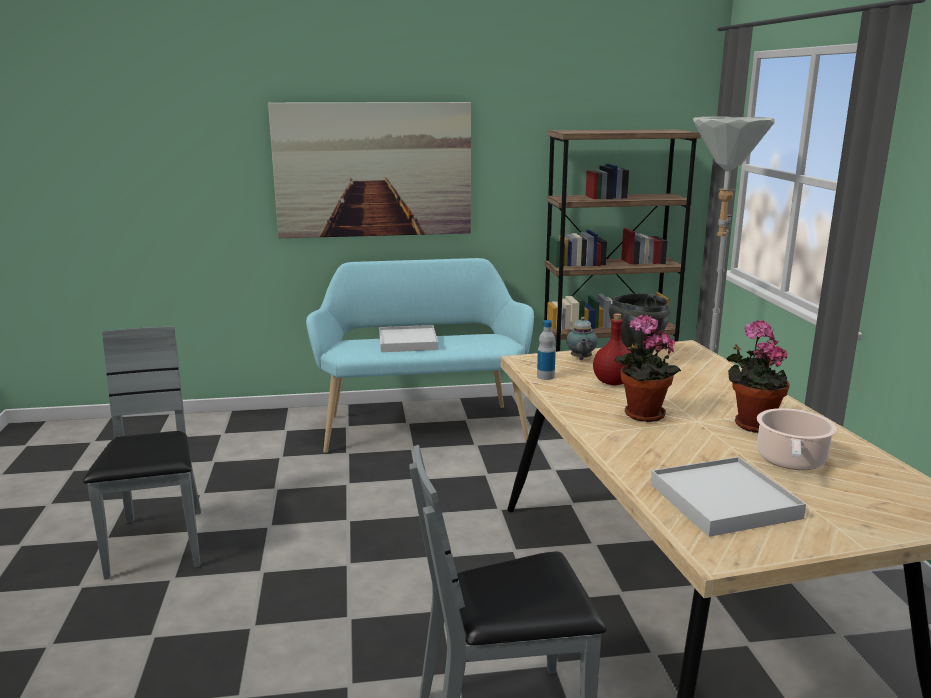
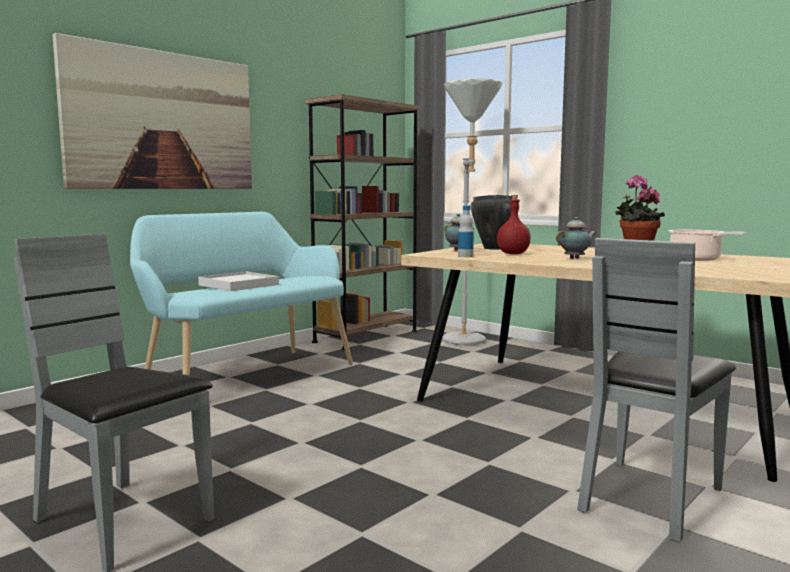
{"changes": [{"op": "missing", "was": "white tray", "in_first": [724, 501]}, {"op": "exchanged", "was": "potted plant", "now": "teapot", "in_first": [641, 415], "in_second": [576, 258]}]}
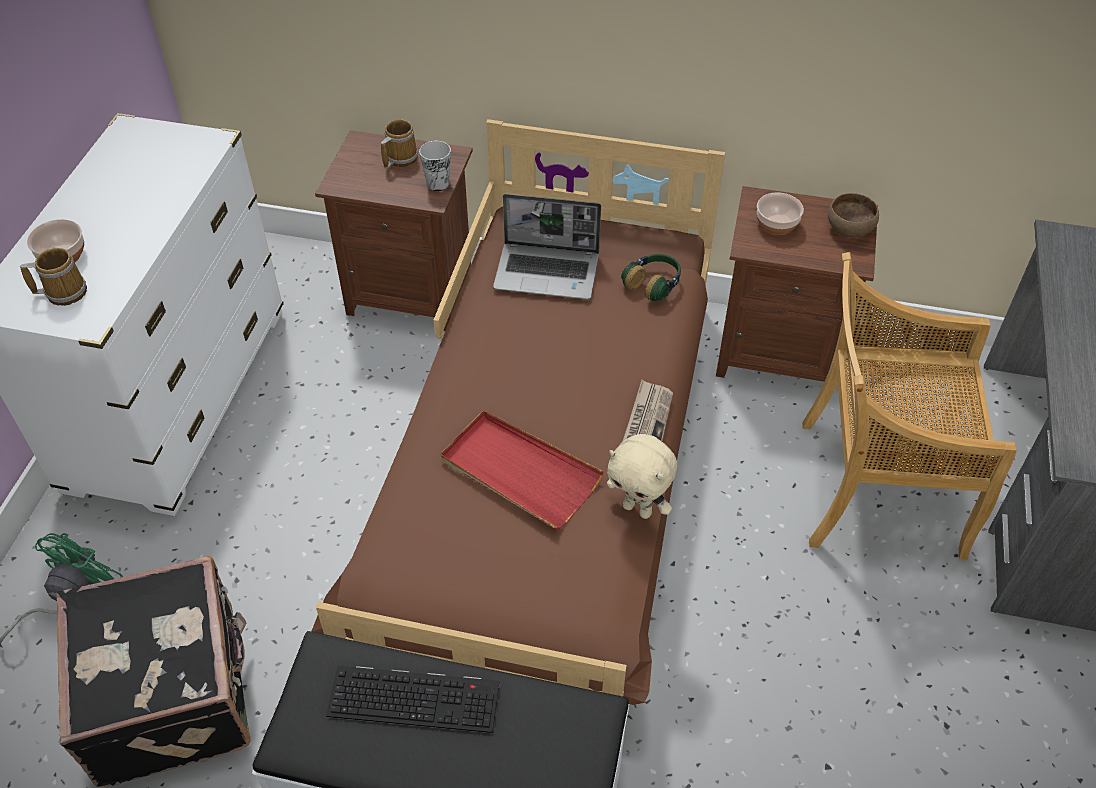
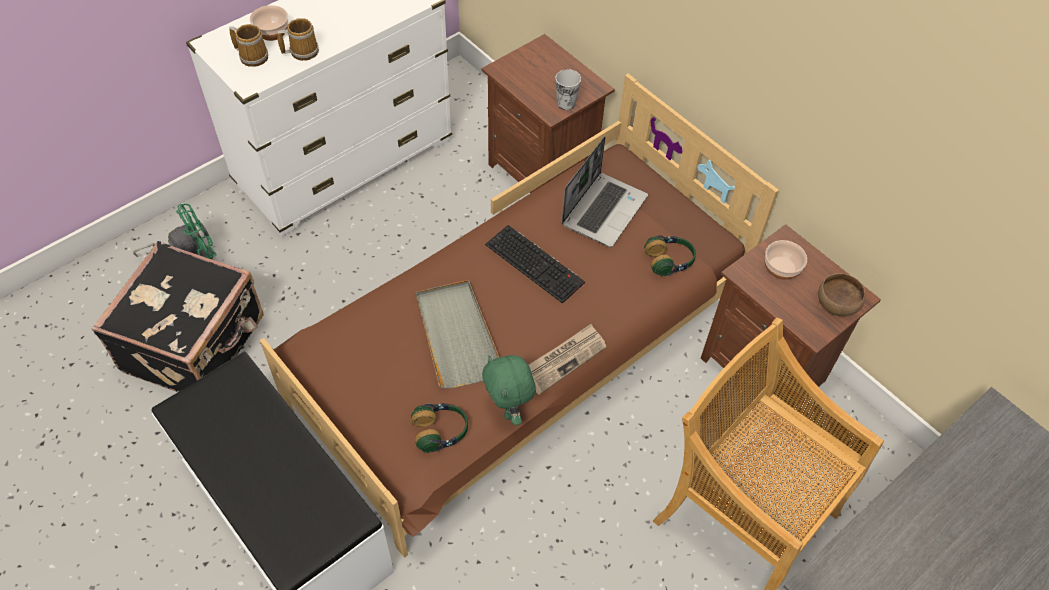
{"changes": [{"op": "appeared", "now": "headphones", "in_second": [441, 432]}, {"op": "relocated", "was": "keyboard", "in_first": [416, 697], "in_second": [536, 263]}, {"op": "relocated", "was": "mug", "in_first": [399, 158], "in_second": [302, 51]}, {"op": "colour", "was": "red tray", "now": "grey tray", "in_first": [519, 472], "in_second": [456, 335]}, {"op": "colour", "was": "beige plush toy", "now": "green plush toy", "in_first": [638, 509], "in_second": [508, 410]}, {"op": "spun", "was": "laptop", "in_first": [548, 272], "in_second": [604, 209], "clockwise": -105}]}
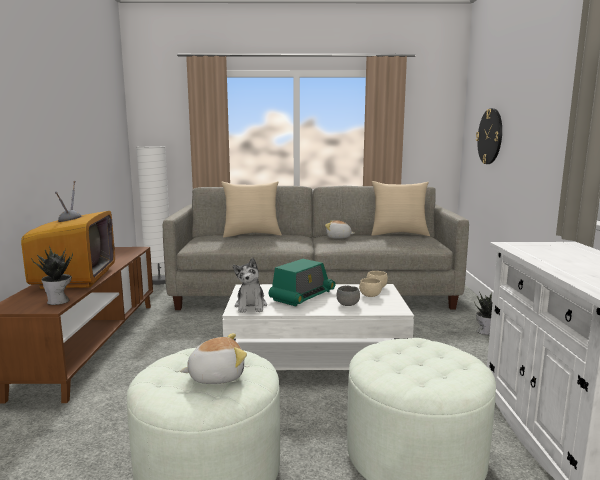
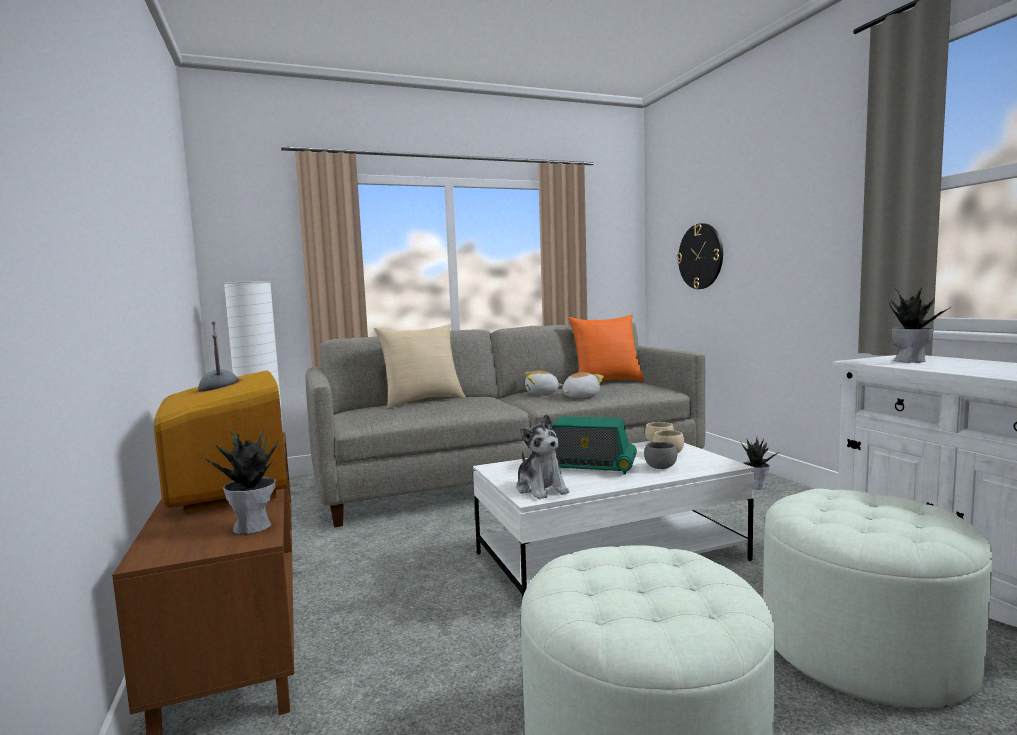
{"changes": [{"op": "appeared", "now": "potted plant", "in_second": [911, 361]}, {"op": "relocated", "was": "plush toy", "in_first": [216, 376], "in_second": [580, 396]}, {"op": "colour", "was": "beige pillow", "now": "orange pillow", "in_first": [399, 234], "in_second": [606, 382]}, {"op": "spun", "was": "radio", "in_first": [302, 296], "in_second": [587, 466], "clockwise": 90}]}
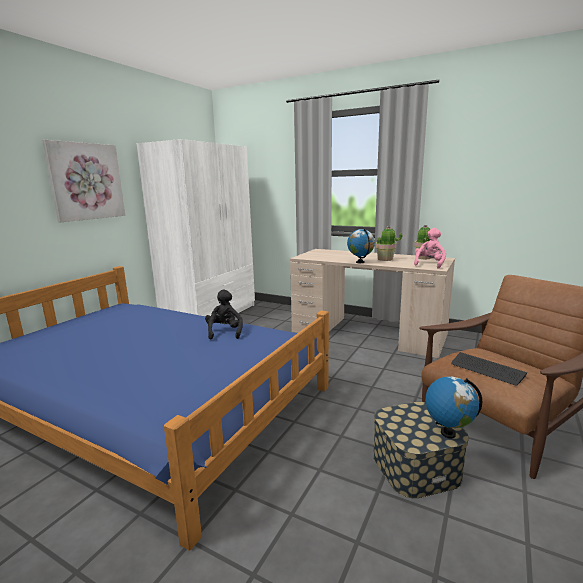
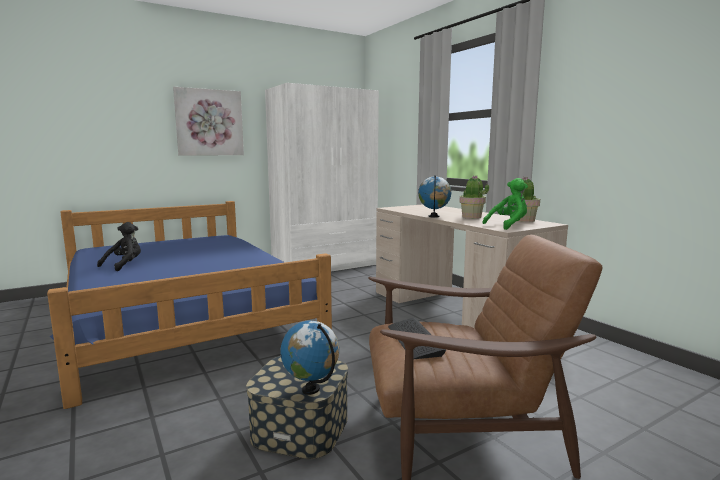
{"changes": [{"op": "relocated", "was": "black plush toy", "in_first": [224, 332], "in_second": [124, 265]}, {"op": "colour", "was": "pink plush toy", "now": "green plush toy", "in_first": [429, 264], "in_second": [508, 225]}]}
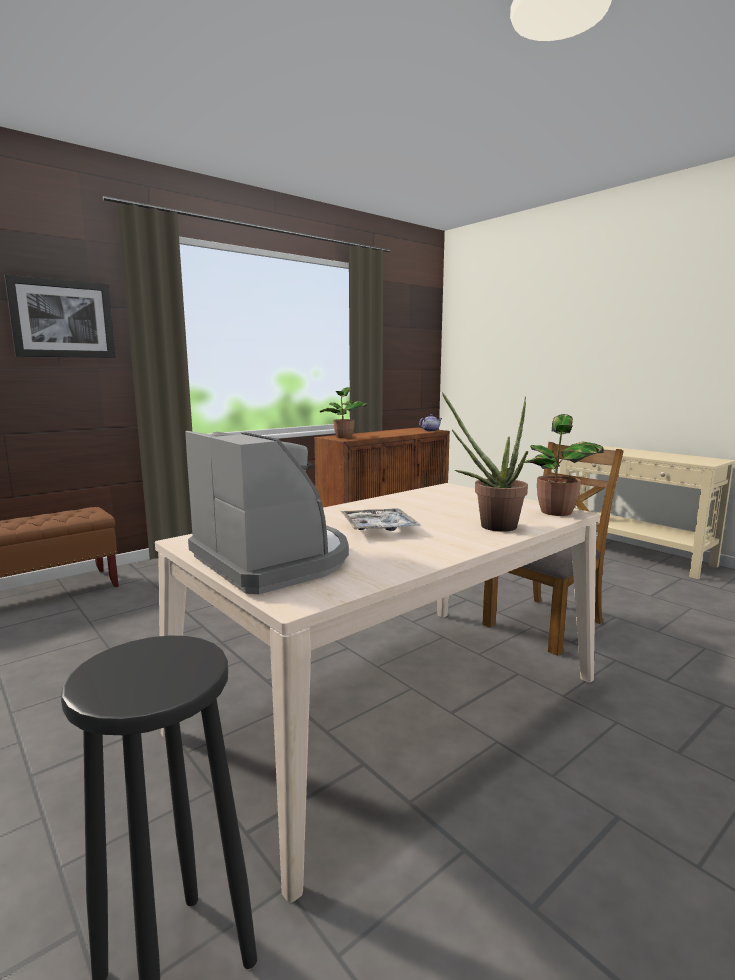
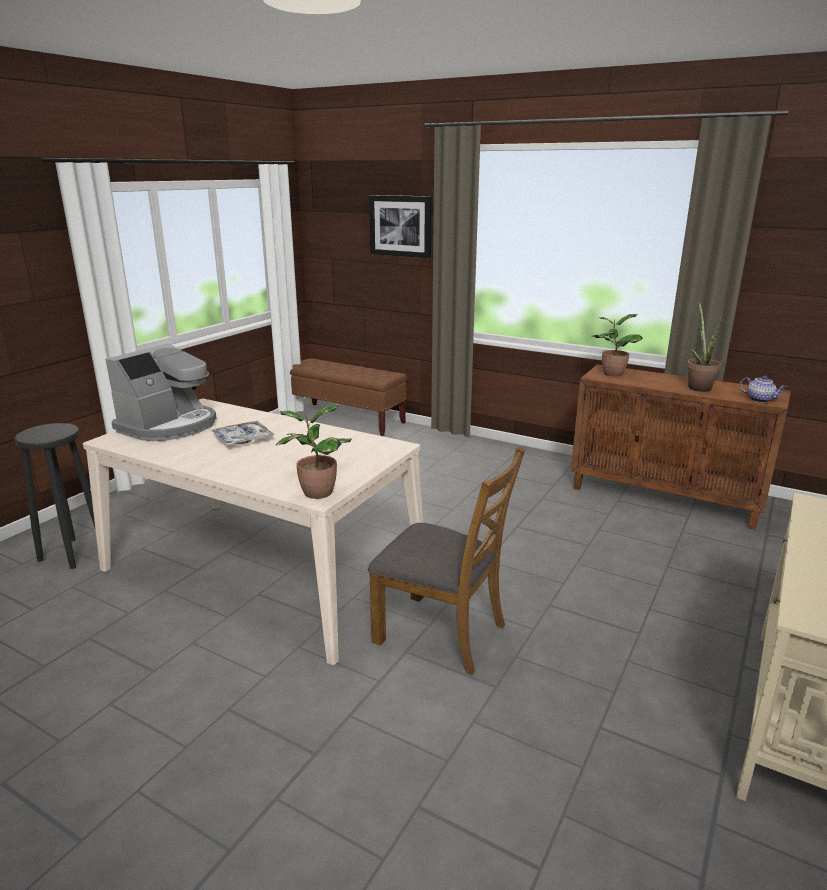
{"changes": [{"op": "relocated", "was": "potted plant", "in_first": [490, 525], "in_second": [697, 386]}]}
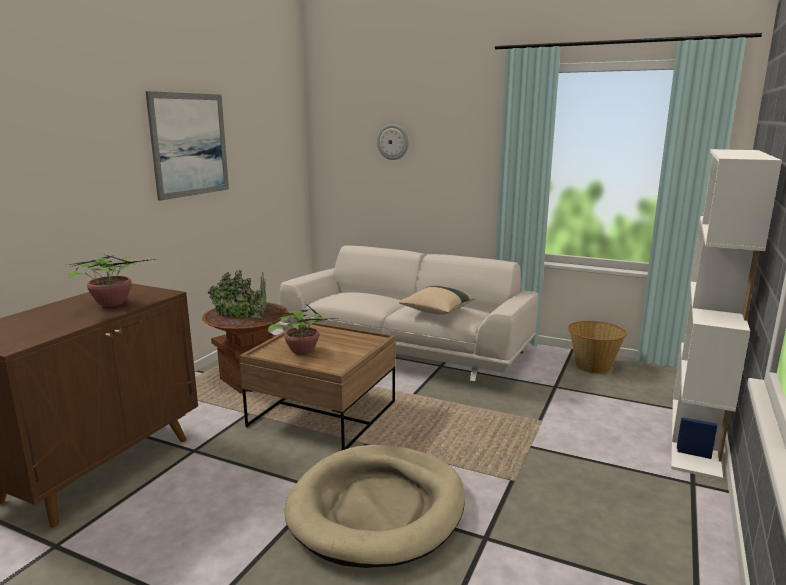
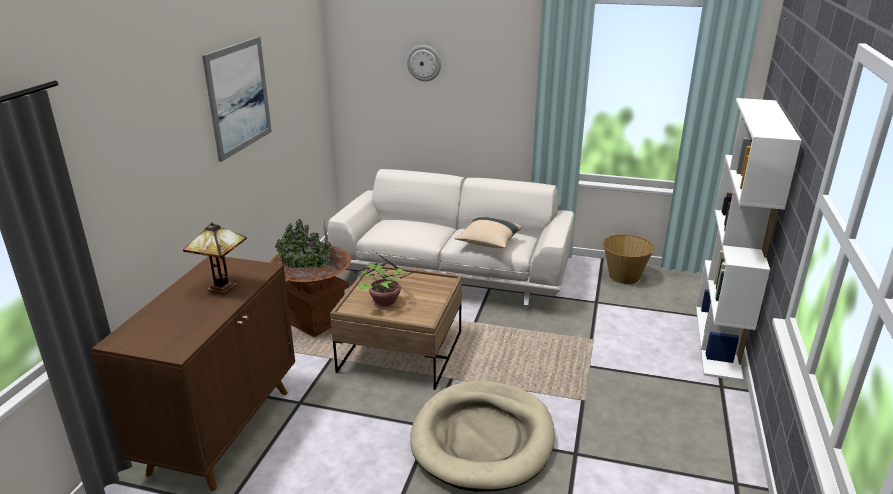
{"changes": [{"op": "exchanged", "was": "potted plant", "now": "table lamp", "in_first": [112, 303], "in_second": [224, 287]}]}
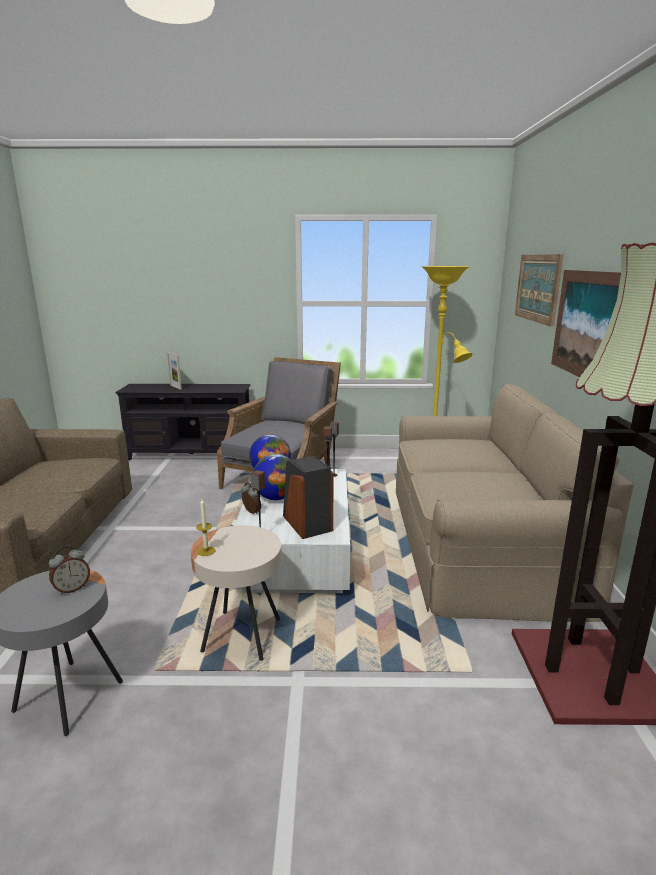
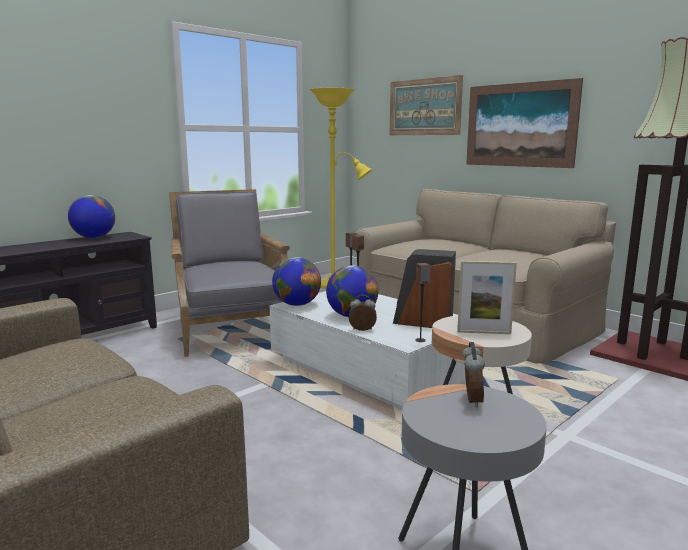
{"changes": [{"op": "missing", "was": "candle", "in_first": [206, 551]}, {"op": "appeared", "now": "globe", "in_second": [94, 237]}, {"op": "relocated", "was": "picture frame", "in_first": [176, 387], "in_second": [484, 332]}]}
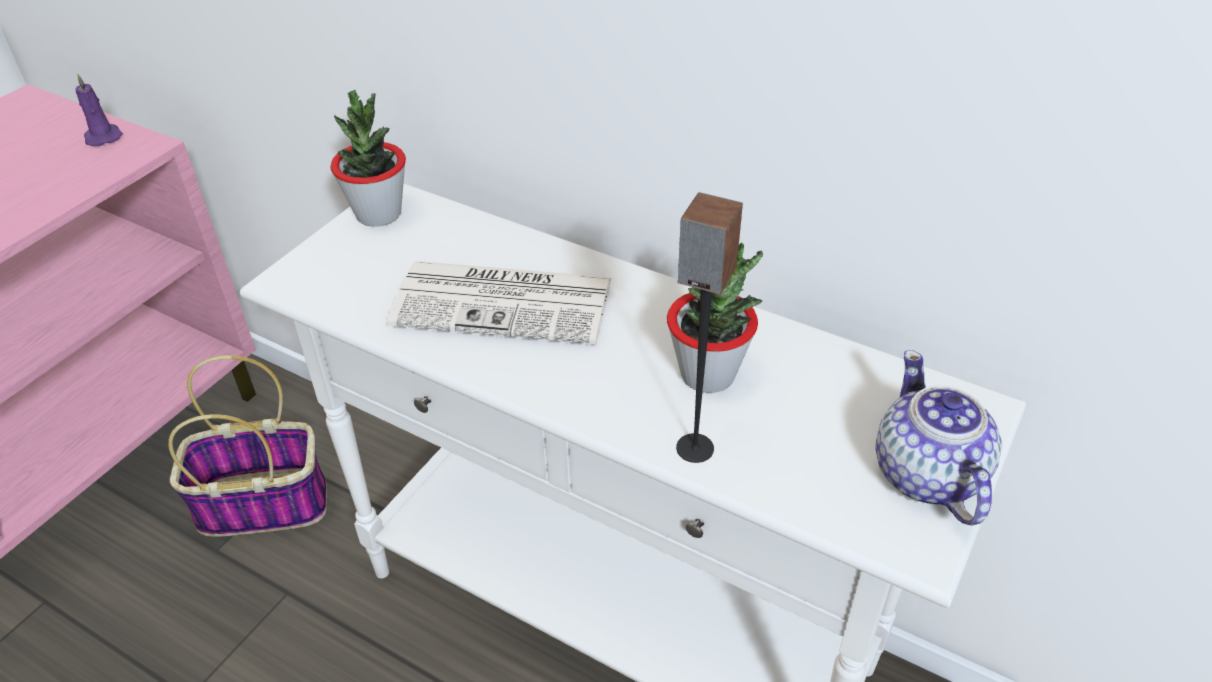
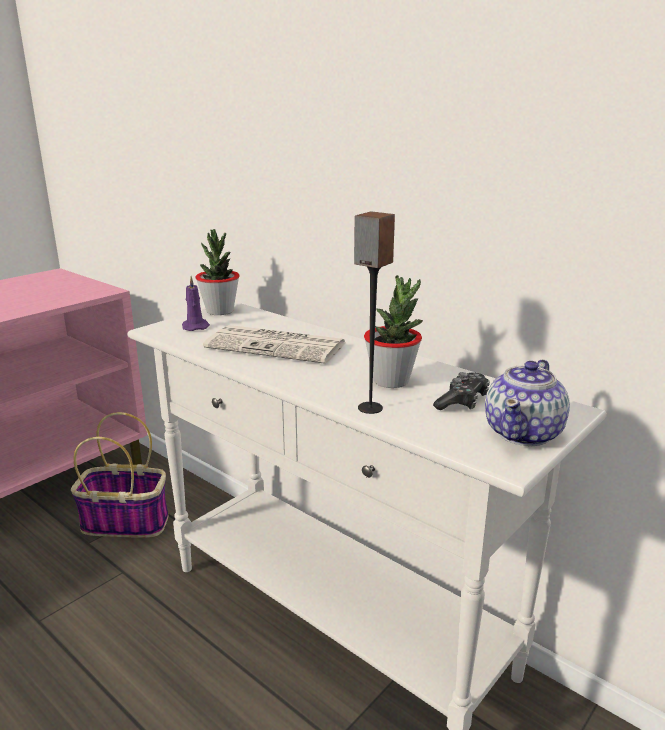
{"changes": [{"op": "appeared", "now": "game controller", "in_second": [462, 401]}, {"op": "relocated", "was": "purple candle", "in_first": [103, 136], "in_second": [195, 326]}, {"op": "spun", "was": "teapot", "in_first": [927, 476], "in_second": [524, 433], "clockwise": -150}]}
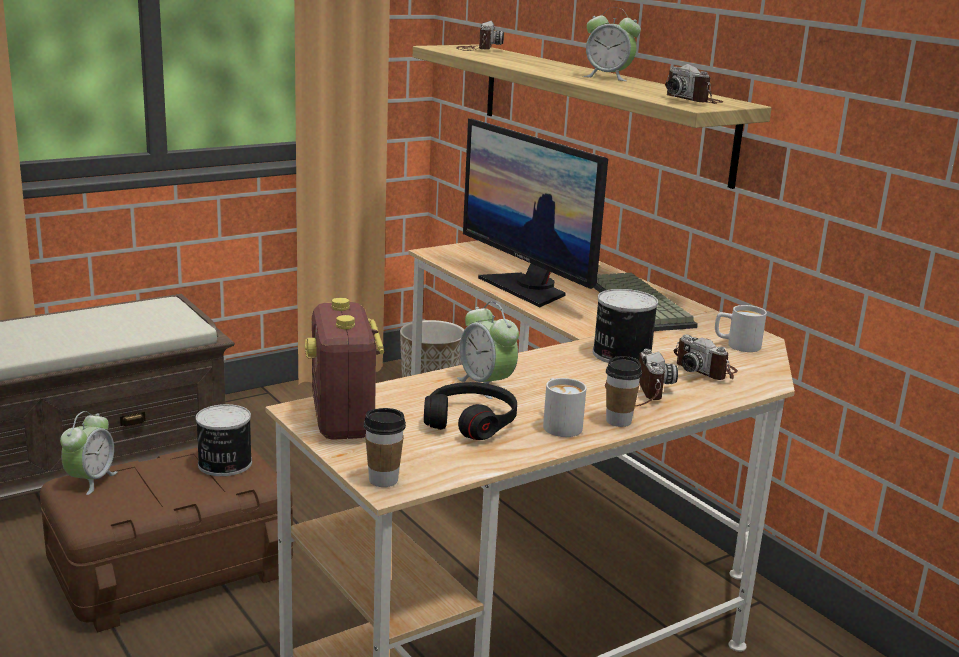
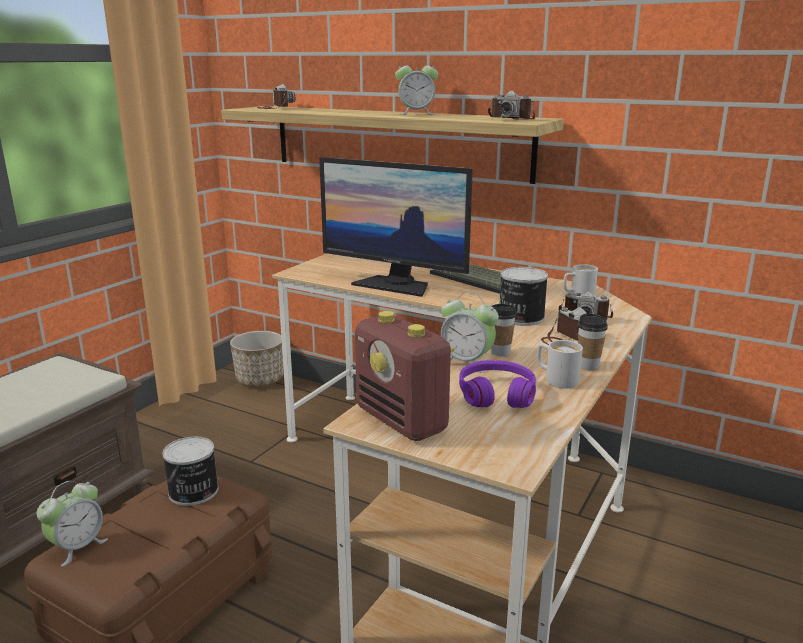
{"changes": [{"op": "relocated", "was": "cup", "in_first": [383, 480], "in_second": [500, 352]}, {"op": "colour", "was": "black headphones", "now": "purple headphones", "in_first": [471, 422], "in_second": [496, 394]}, {"op": "spun", "was": "alarm clock", "in_first": [90, 480], "in_second": [77, 547], "clockwise": 45}]}
